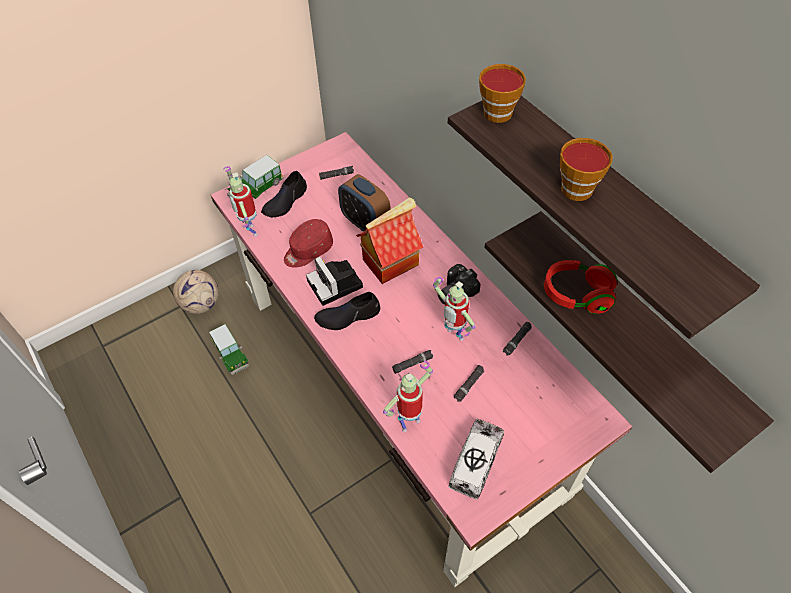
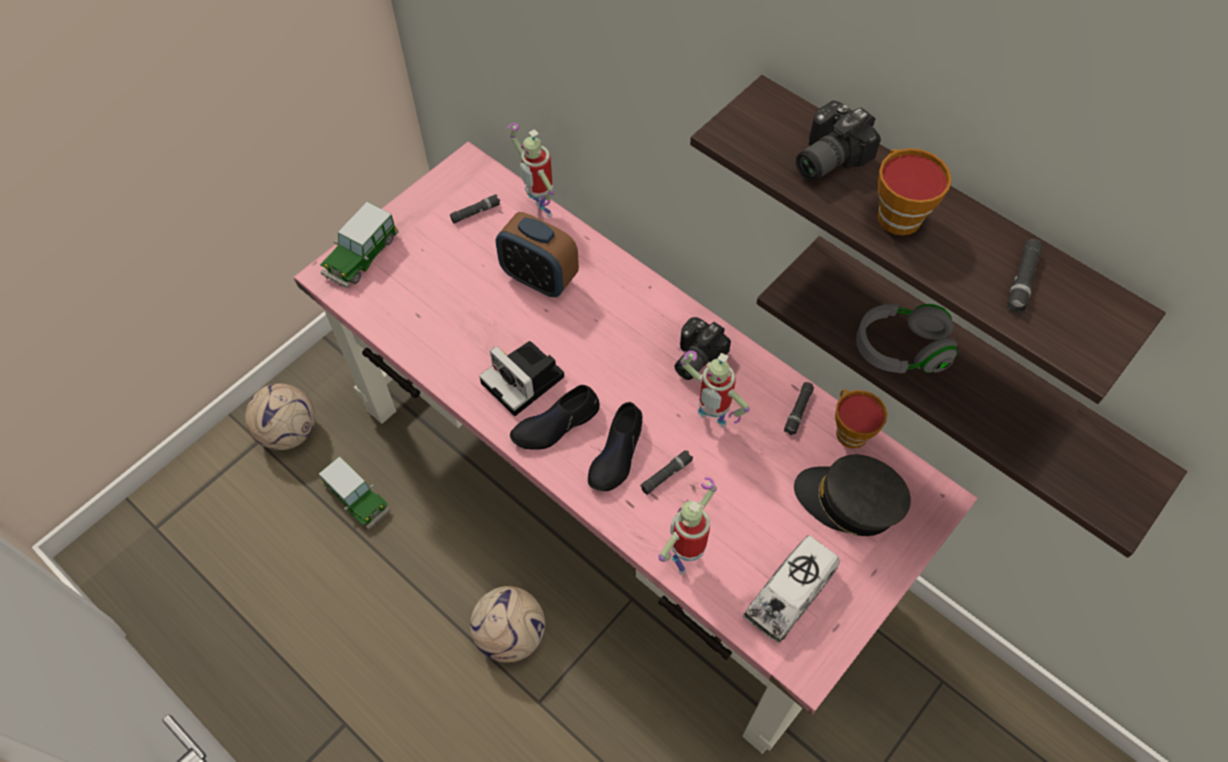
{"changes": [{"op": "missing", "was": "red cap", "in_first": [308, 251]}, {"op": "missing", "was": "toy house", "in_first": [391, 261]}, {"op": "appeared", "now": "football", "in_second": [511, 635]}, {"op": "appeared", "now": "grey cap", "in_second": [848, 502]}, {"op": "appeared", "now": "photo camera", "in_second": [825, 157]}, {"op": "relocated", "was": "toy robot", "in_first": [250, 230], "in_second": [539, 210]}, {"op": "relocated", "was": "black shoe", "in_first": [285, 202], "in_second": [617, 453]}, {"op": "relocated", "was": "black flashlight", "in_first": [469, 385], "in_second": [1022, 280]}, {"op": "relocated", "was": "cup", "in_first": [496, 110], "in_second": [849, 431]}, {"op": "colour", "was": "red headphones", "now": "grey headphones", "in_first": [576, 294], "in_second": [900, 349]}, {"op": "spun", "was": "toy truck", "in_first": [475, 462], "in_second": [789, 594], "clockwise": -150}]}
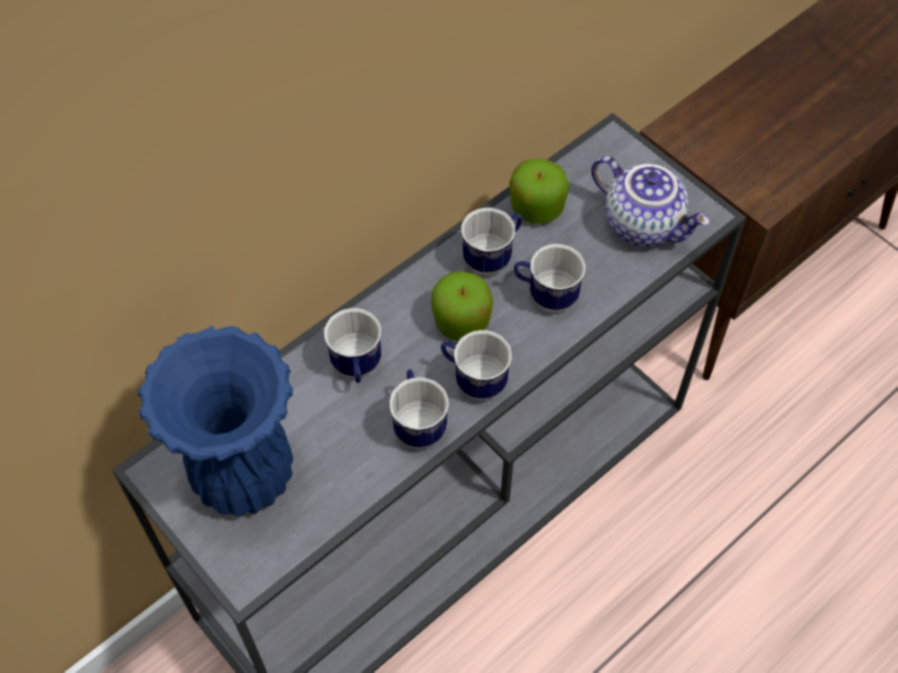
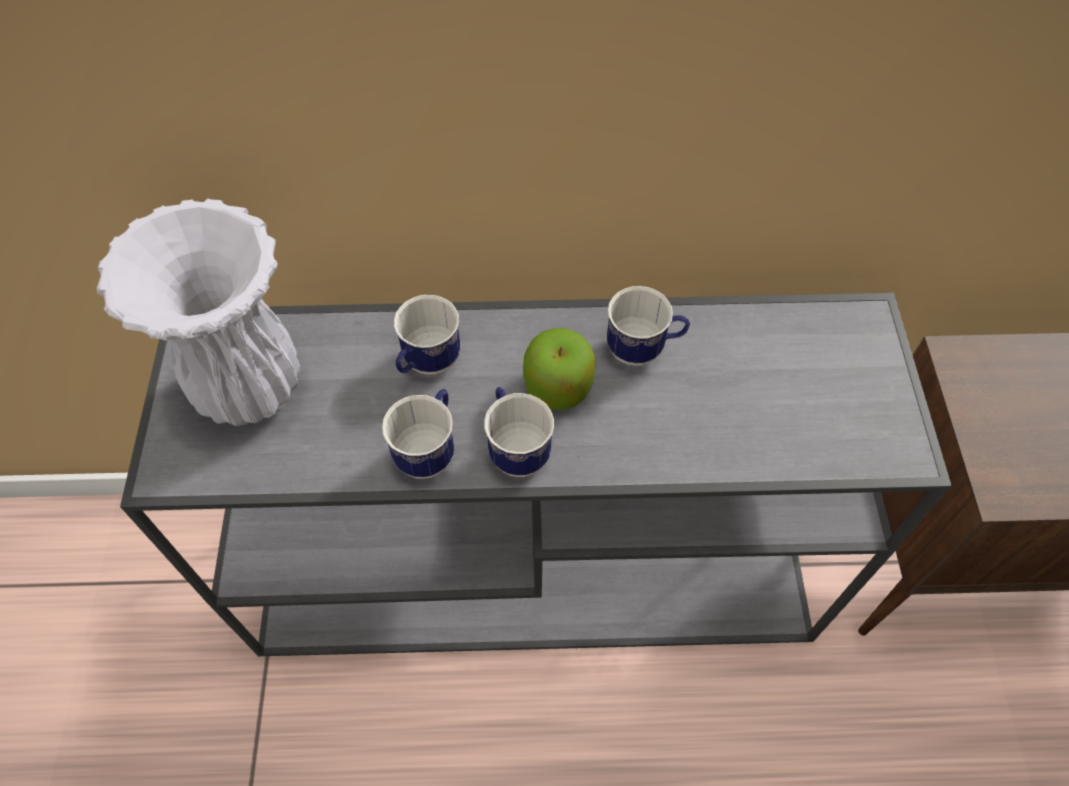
{"changes": [{"op": "missing", "was": "apple", "in_first": [536, 207]}, {"op": "missing", "was": "mug", "in_first": [545, 296]}, {"op": "missing", "was": "teapot", "in_first": [644, 223]}, {"op": "colour", "was": "blue vase", "now": "white vase", "in_first": [242, 475], "in_second": [249, 386]}]}
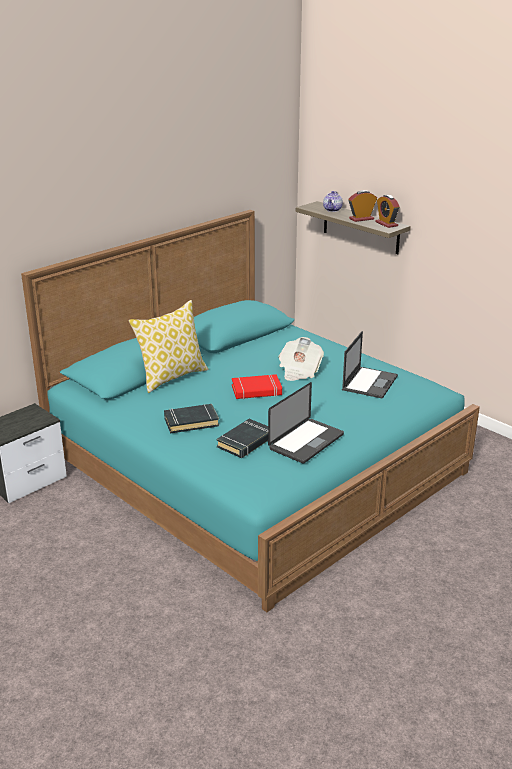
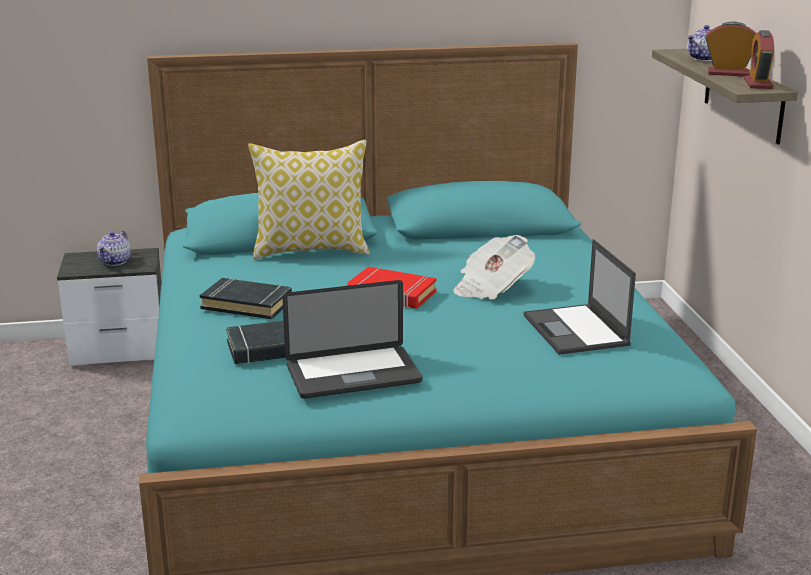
{"changes": [{"op": "appeared", "now": "teapot", "in_second": [115, 261]}, {"op": "spun", "was": "laptop", "in_first": [370, 382], "in_second": [576, 330], "clockwise": 105}]}
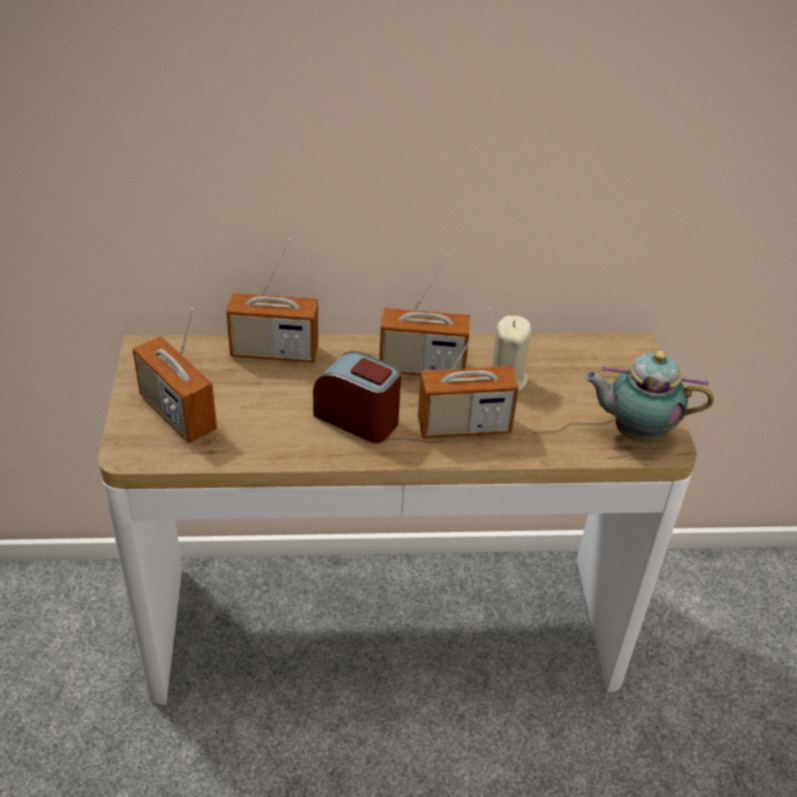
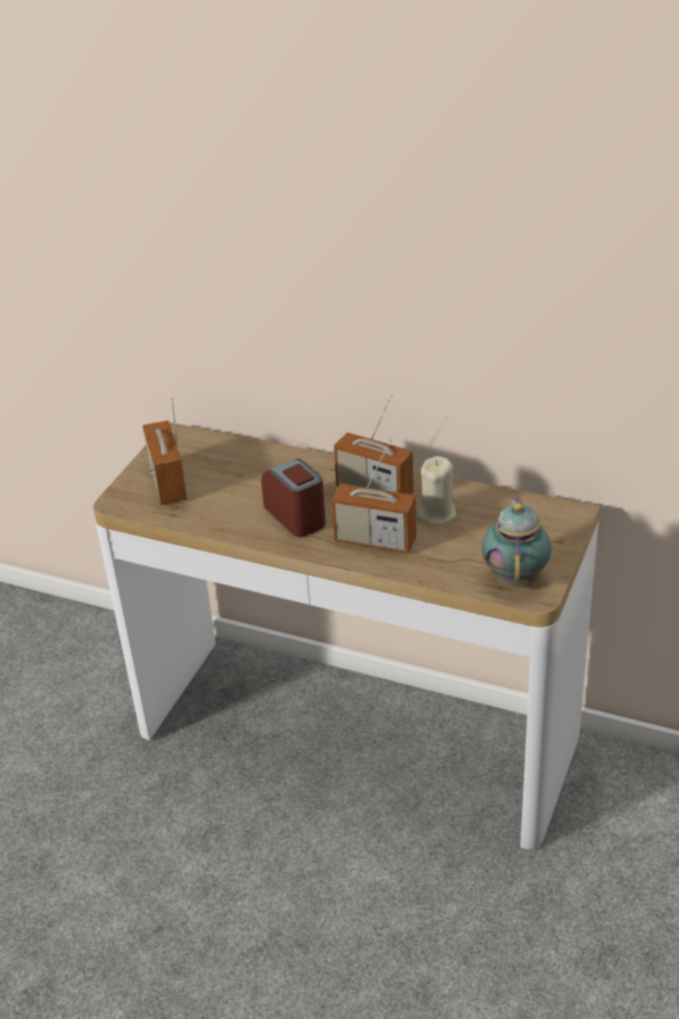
{"changes": [{"op": "missing", "was": "radio", "in_first": [274, 352]}, {"op": "spun", "was": "teapot", "in_first": [634, 432], "in_second": [515, 578], "clockwise": 60}]}
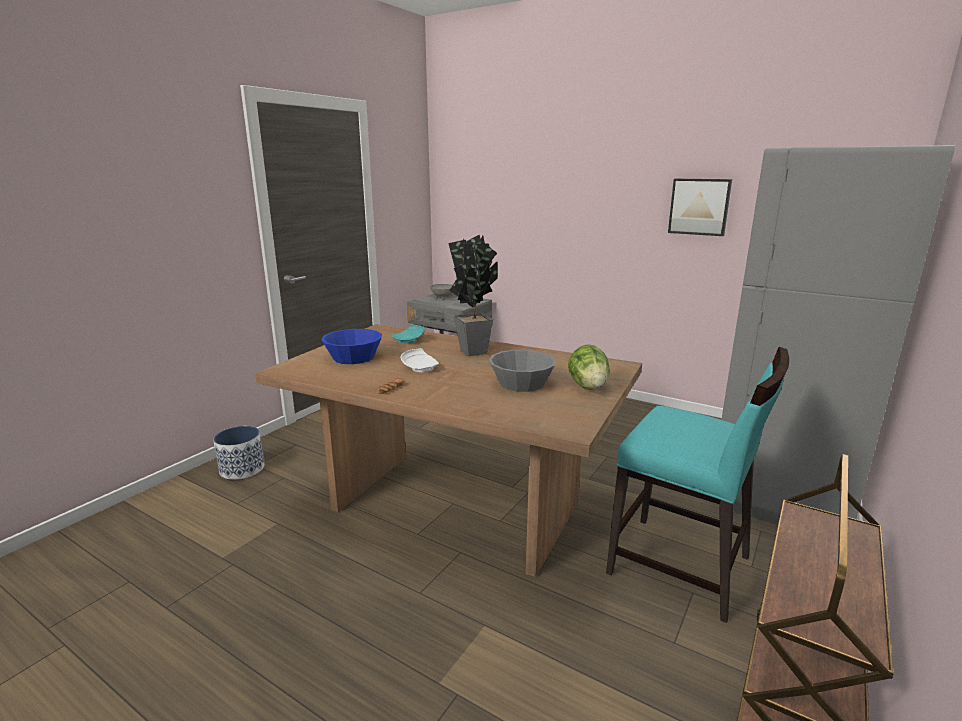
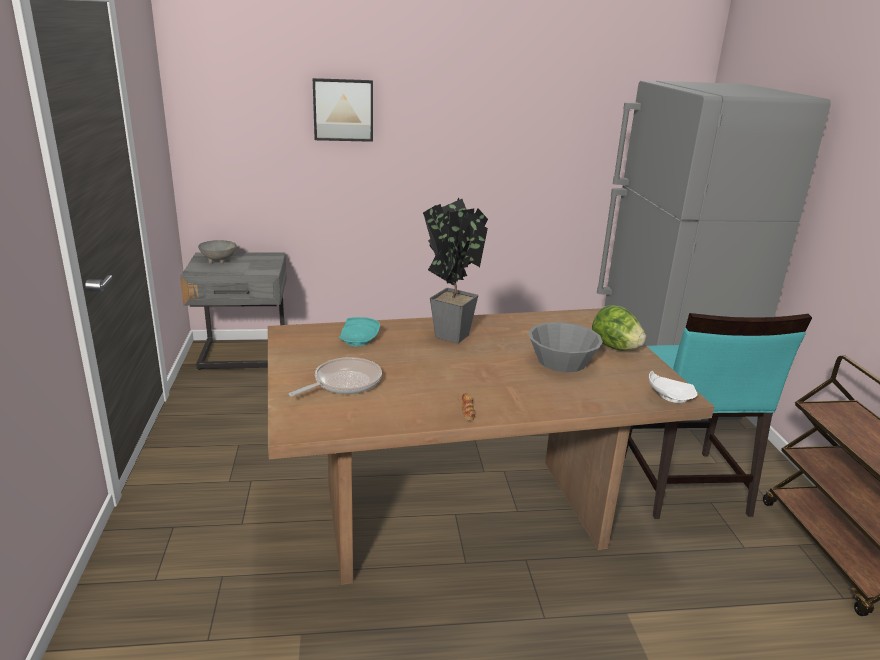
{"changes": [{"op": "missing", "was": "planter", "in_first": [242, 469]}, {"op": "relocated", "was": "white plate", "in_first": [420, 368], "in_second": [669, 396]}, {"op": "relocated", "was": "picture", "in_first": [699, 206], "in_second": [343, 110]}, {"op": "exchanged", "was": "blue bowl", "now": "frying pan", "in_first": [353, 357], "in_second": [344, 382]}, {"op": "spun", "was": "turquoise chair", "in_first": [680, 566], "in_second": [681, 485], "clockwise": 90}]}
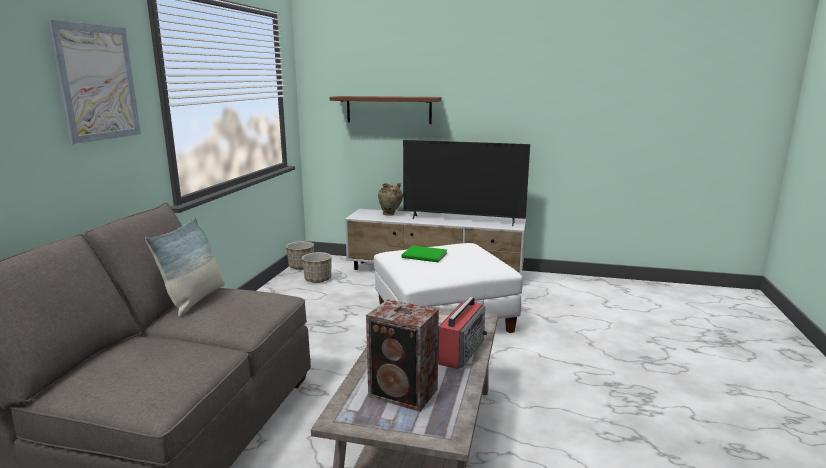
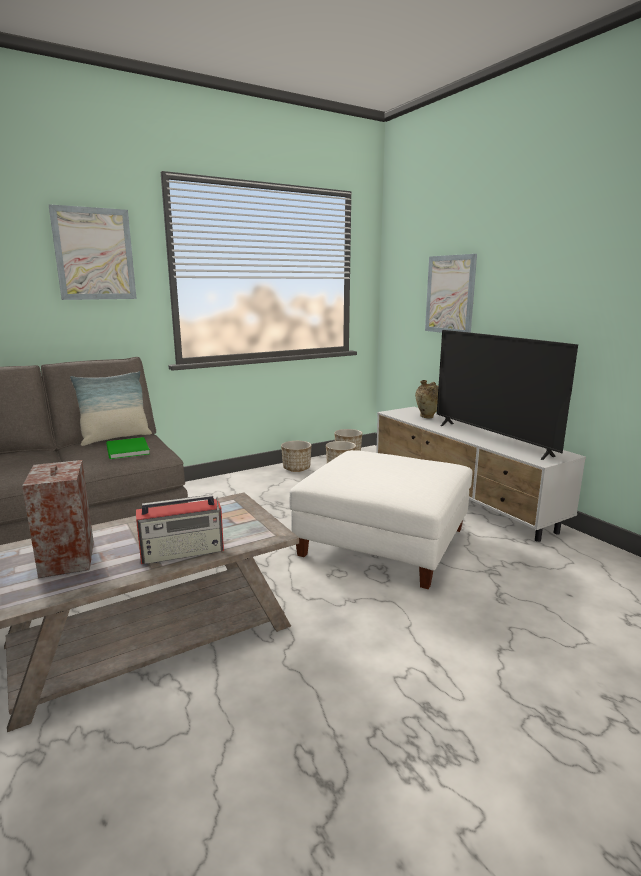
{"changes": [{"op": "appeared", "now": "planter", "in_second": [296, 468]}, {"op": "relocated", "was": "green book", "in_first": [425, 256], "in_second": [126, 450]}, {"op": "exchanged", "was": "brown shelf", "now": "picture", "in_first": [388, 109], "in_second": [450, 294]}]}
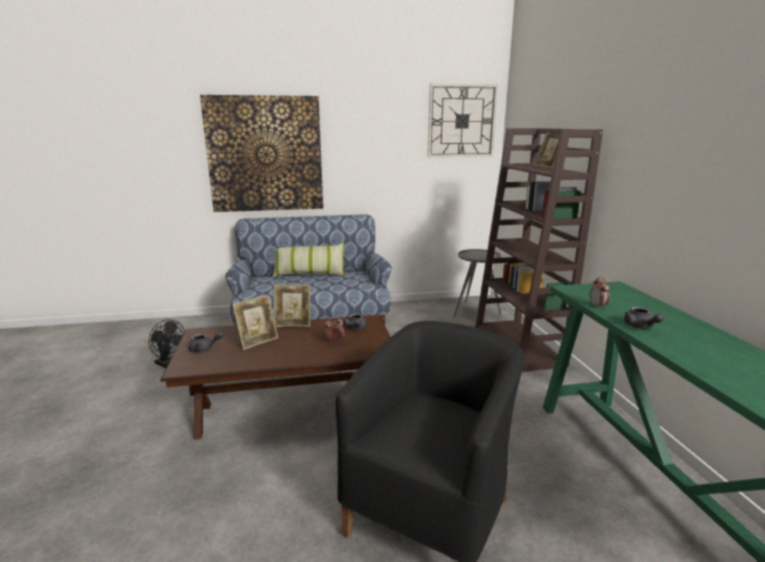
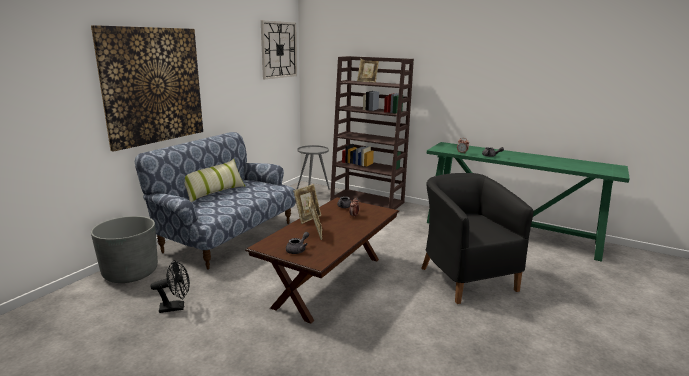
{"changes": [{"op": "appeared", "now": "grey planter", "in_second": [130, 272]}]}
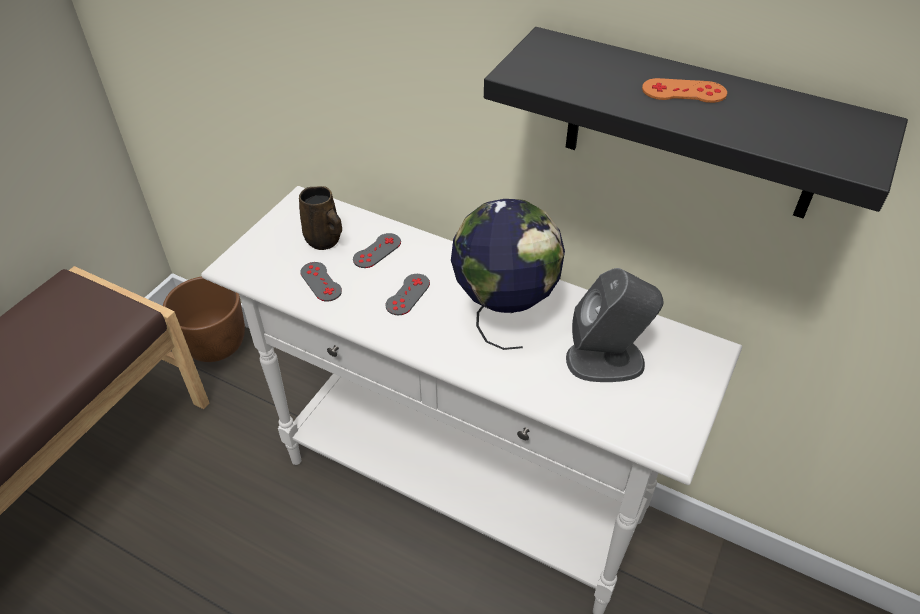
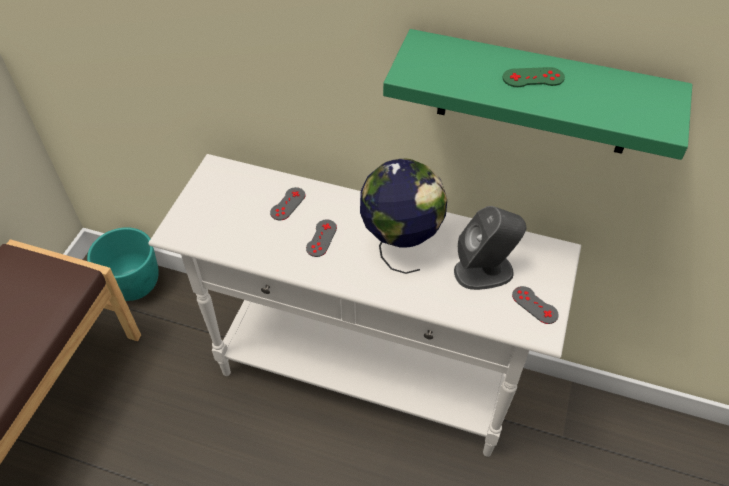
{"changes": [{"op": "missing", "was": "brown mug", "in_first": [324, 241]}, {"op": "relocated", "was": "grey game controller", "in_first": [321, 282], "in_second": [535, 305]}, {"op": "colour", "was": "brown planter", "now": "turquoise planter", "in_first": [217, 345], "in_second": [135, 284]}, {"op": "colour", "was": "black shelf", "now": "green shelf", "in_first": [692, 127], "in_second": [536, 94]}, {"op": "colour", "was": "orange game controller", "now": "green game controller", "in_first": [684, 91], "in_second": [533, 78]}]}
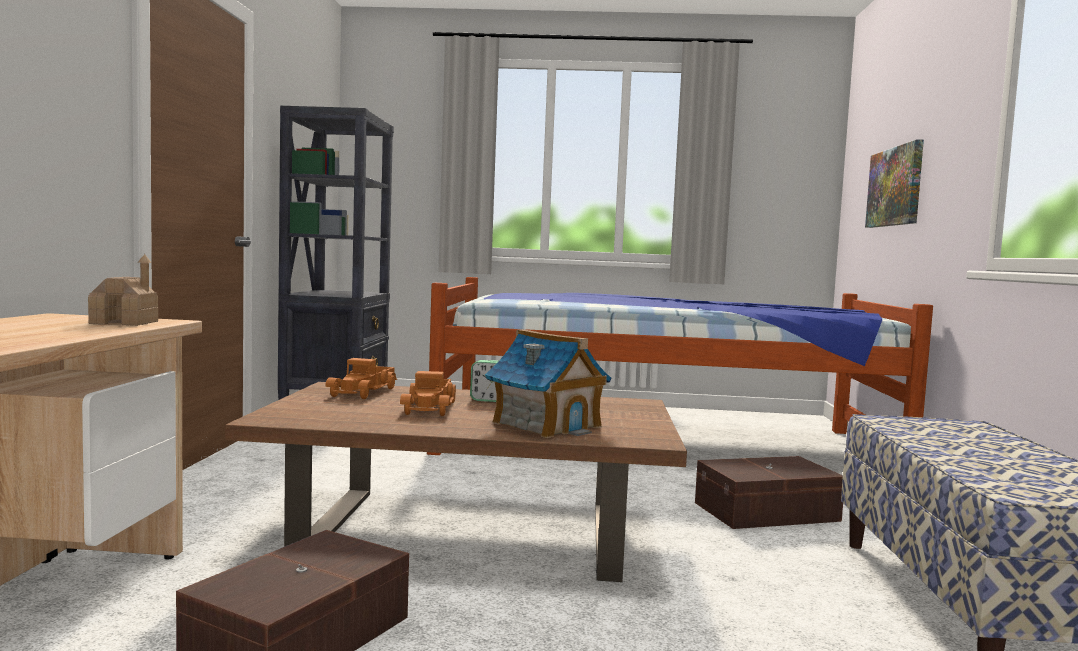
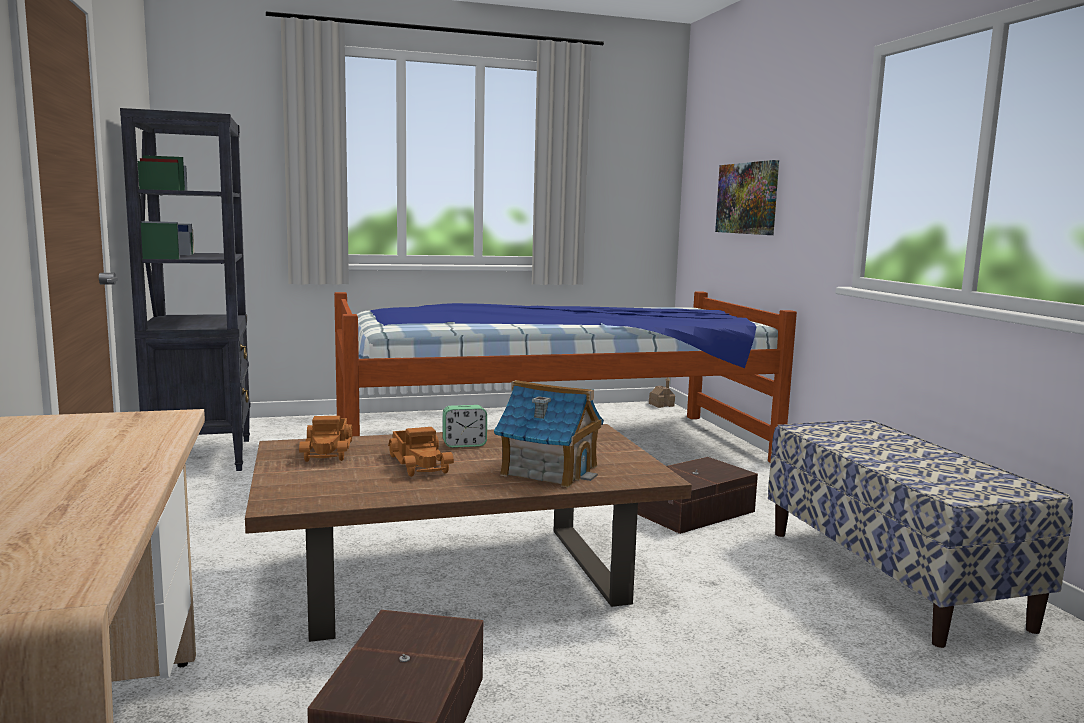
{"changes": [{"op": "relocated", "was": "toy house", "in_first": [124, 323], "in_second": [661, 405]}]}
